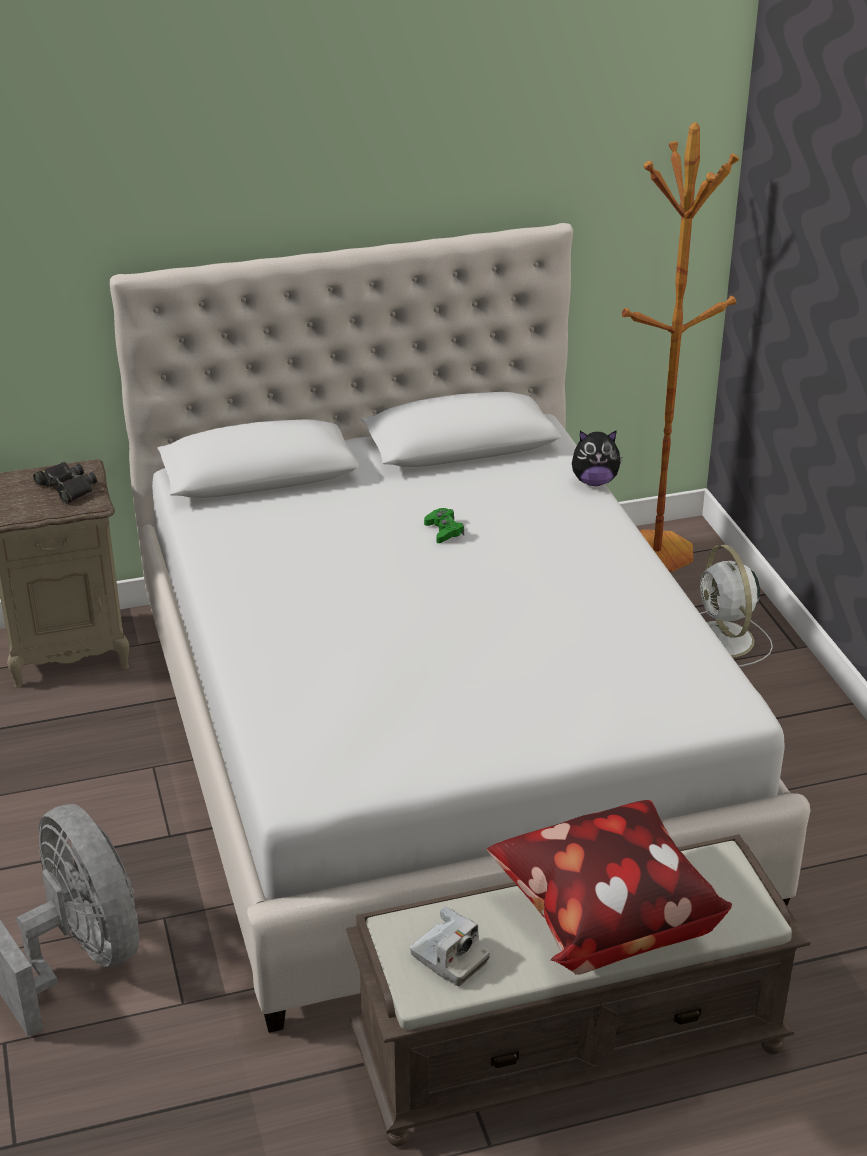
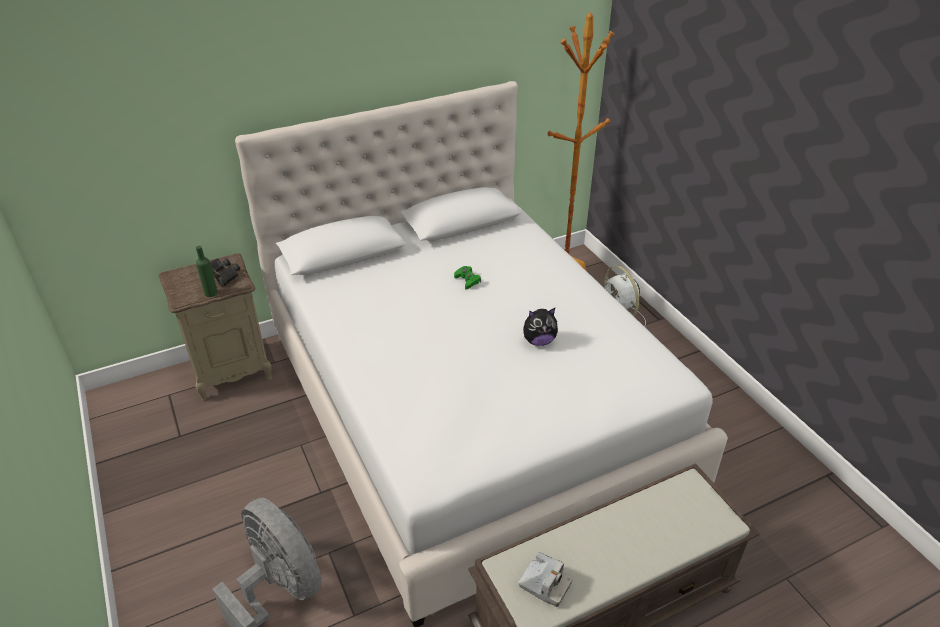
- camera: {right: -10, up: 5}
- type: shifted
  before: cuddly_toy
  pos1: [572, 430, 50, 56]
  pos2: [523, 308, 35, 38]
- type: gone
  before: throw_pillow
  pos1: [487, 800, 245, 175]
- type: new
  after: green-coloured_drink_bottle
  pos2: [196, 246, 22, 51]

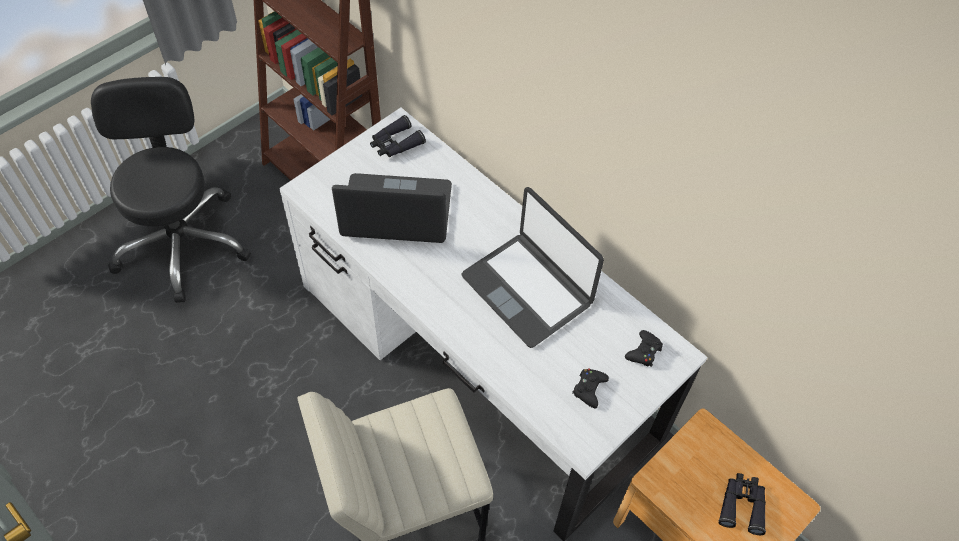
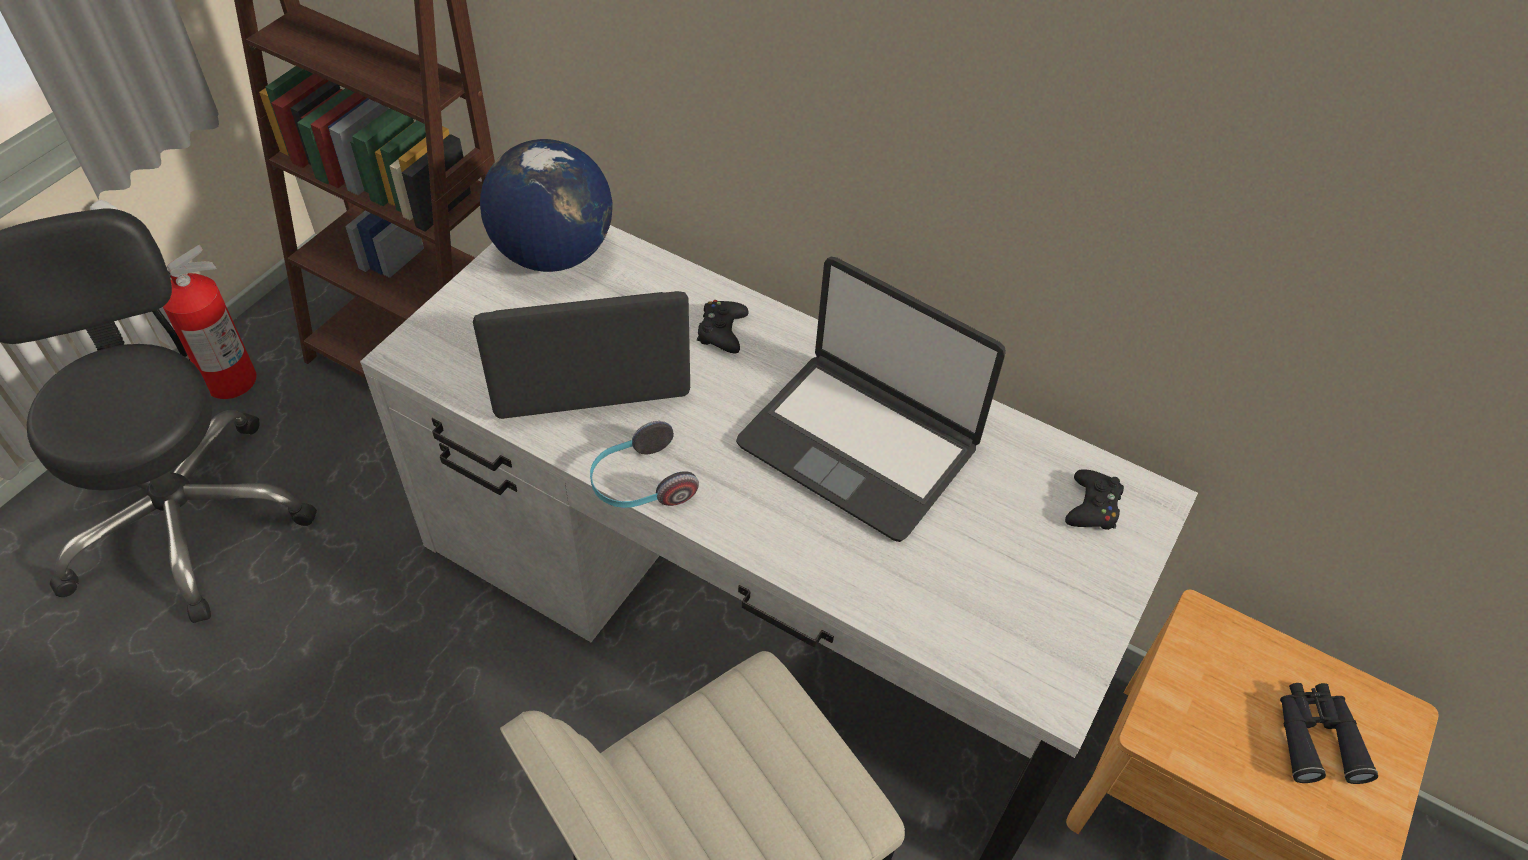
- camera: {right: -15, up: -5}
- type: swapped
  before: black-coloured_binoculars
  after: world_globe
  pos1: [370, 115, 56, 42]
  pos2: [480, 139, 133, 133]
- type: shifted
  before: black-coloured_gamepad
  pos1: [572, 368, 37, 40]
  pos2: [697, 300, 52, 54]
- type: new
  after: extinguisher
  pos2: [152, 245, 105, 154]
- type: new
  after: headphones
  pos2: [590, 421, 109, 87]

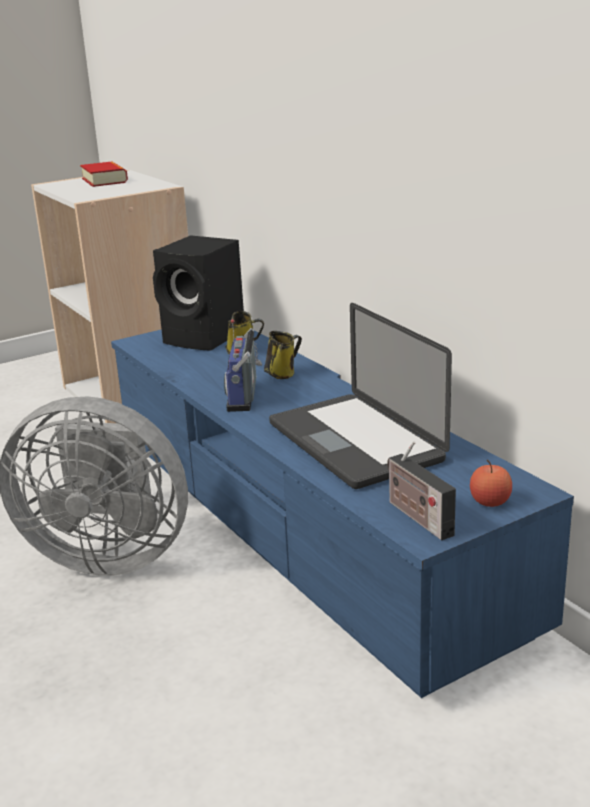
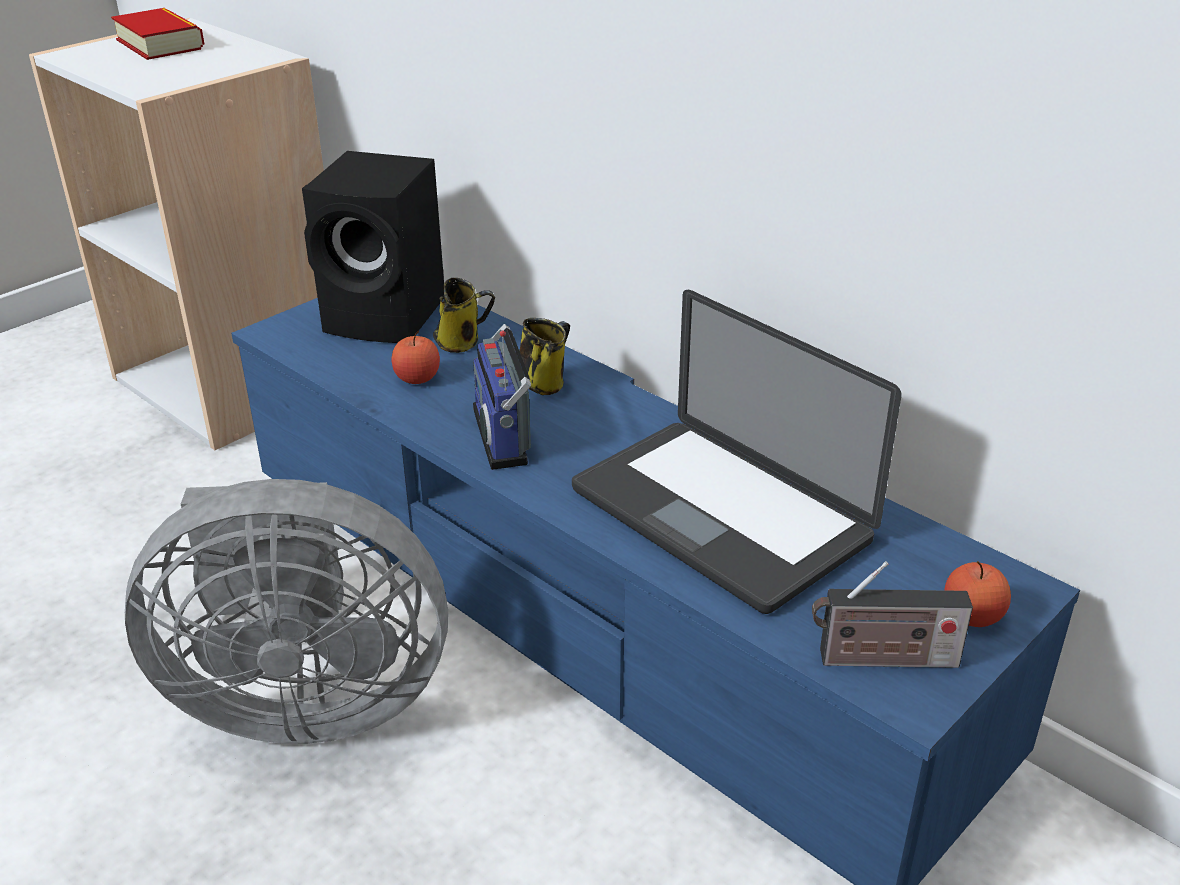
- camera: {right: -15, up: 10}
- type: rotated
  before: radio_set
  pos1: [387, 441, 69, 100]
  pos2: [812, 561, 161, 107]
  turn: -45
- type: new
  after: apple_fruit
  pos2: [392, 331, 48, 53]

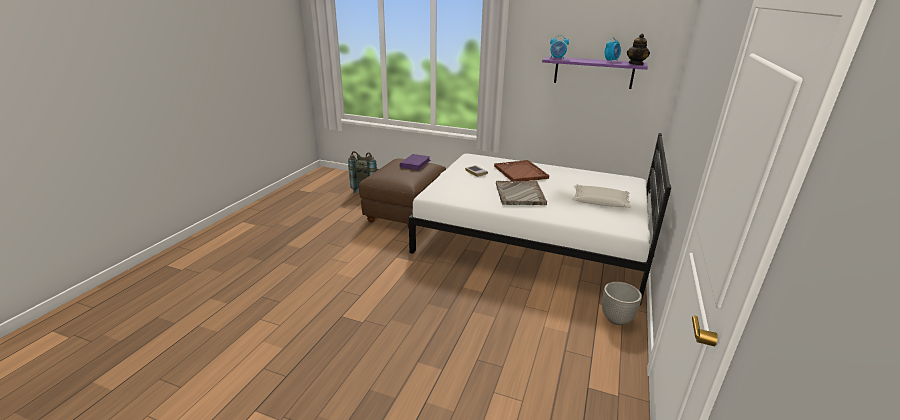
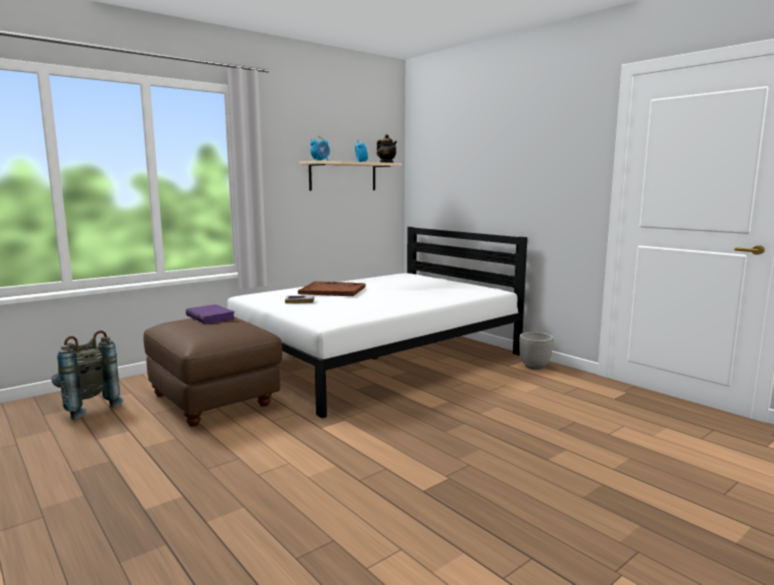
- camera: {right: -60, up: -15}
- type: repainted
  before: purple_wall_shelf
  after: beige-coloured_wall_shelf
  pos1: [542, 56, 106, 33]
  pos2: [299, 161, 103, 30]
- type: gone
  before: grey_serving_tray
  pos1: [496, 181, 51, 24]
- type: gone
  before: whitish_throw_pillow
  pos1: [572, 184, 59, 24]

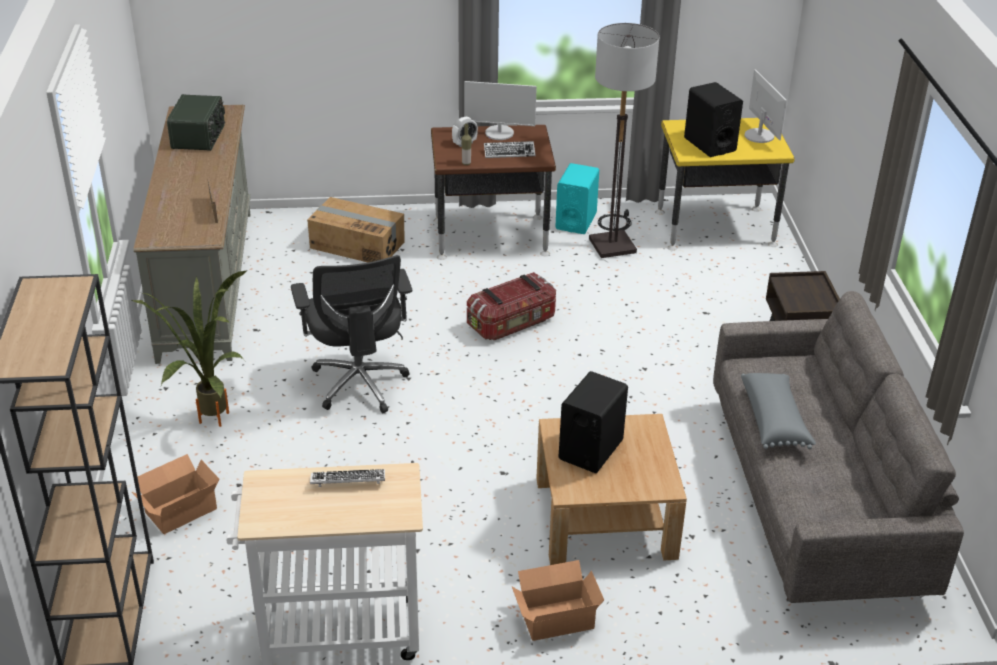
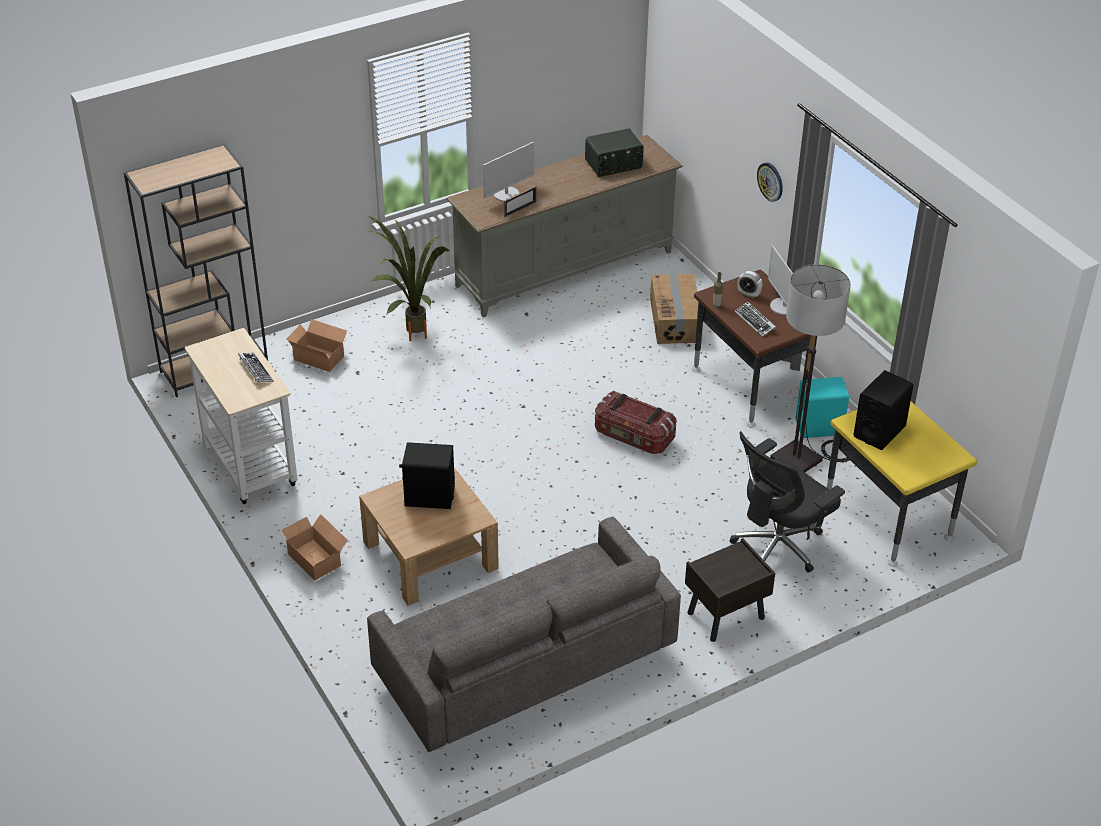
- camera: {right: 65, up: 5}
- type: shifted
  before: monitor
  pos1: [745, 69, 42, 74]
  pos2: [483, 142, 51, 60]
- type: shifted
  before: desk_chair
  pos1: [291, 255, 121, 158]
  pos2: [730, 431, 115, 142]
- type: gone
  before: grey_throw_pillow
  pos1: [741, 373, 75, 76]
- type: new
  after: clock_on_the_wall
  pos2: [757, 162, 26, 40]

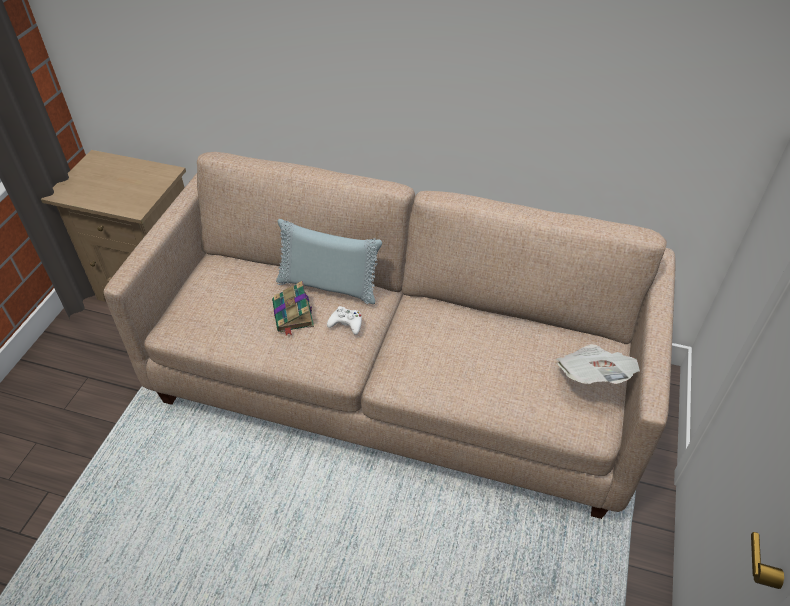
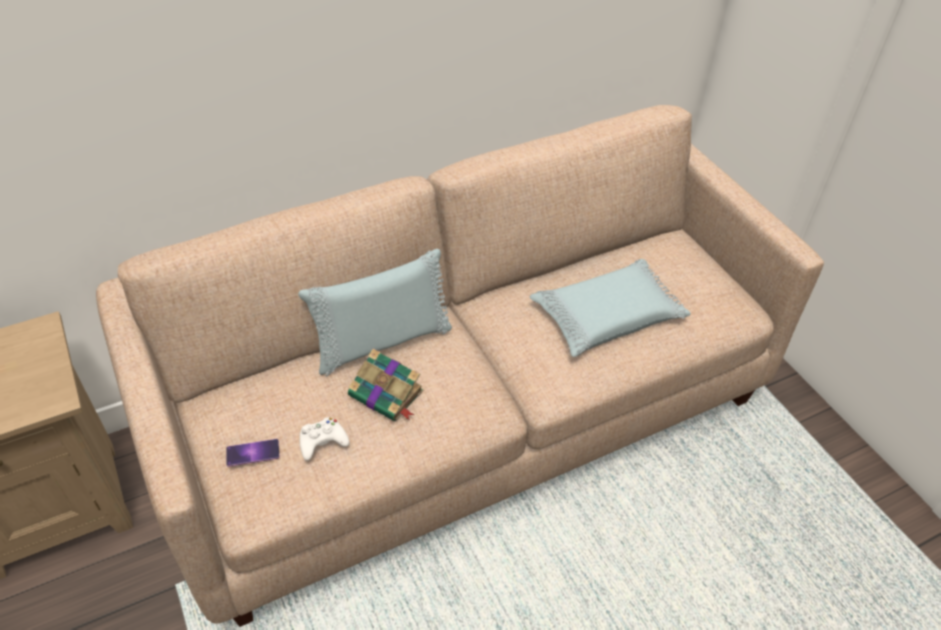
- camera: {right: -45, up: 0}
- type: shifted
  before: whitish_gamepad
  pos1: [327, 306, 35, 29]
  pos2: [299, 417, 50, 43]
- type: gone
  before: daily_paper
  pos1: [556, 344, 84, 40]
- type: new
  after: blue_throw_pillow
  pos2: [530, 259, 161, 98]
- type: new
  after: phone
  pos2: [226, 439, 54, 28]

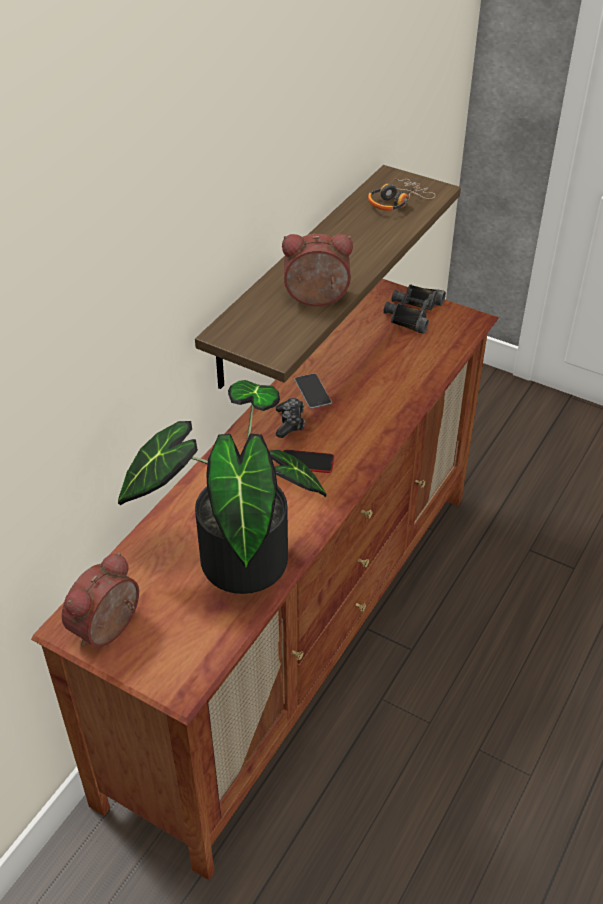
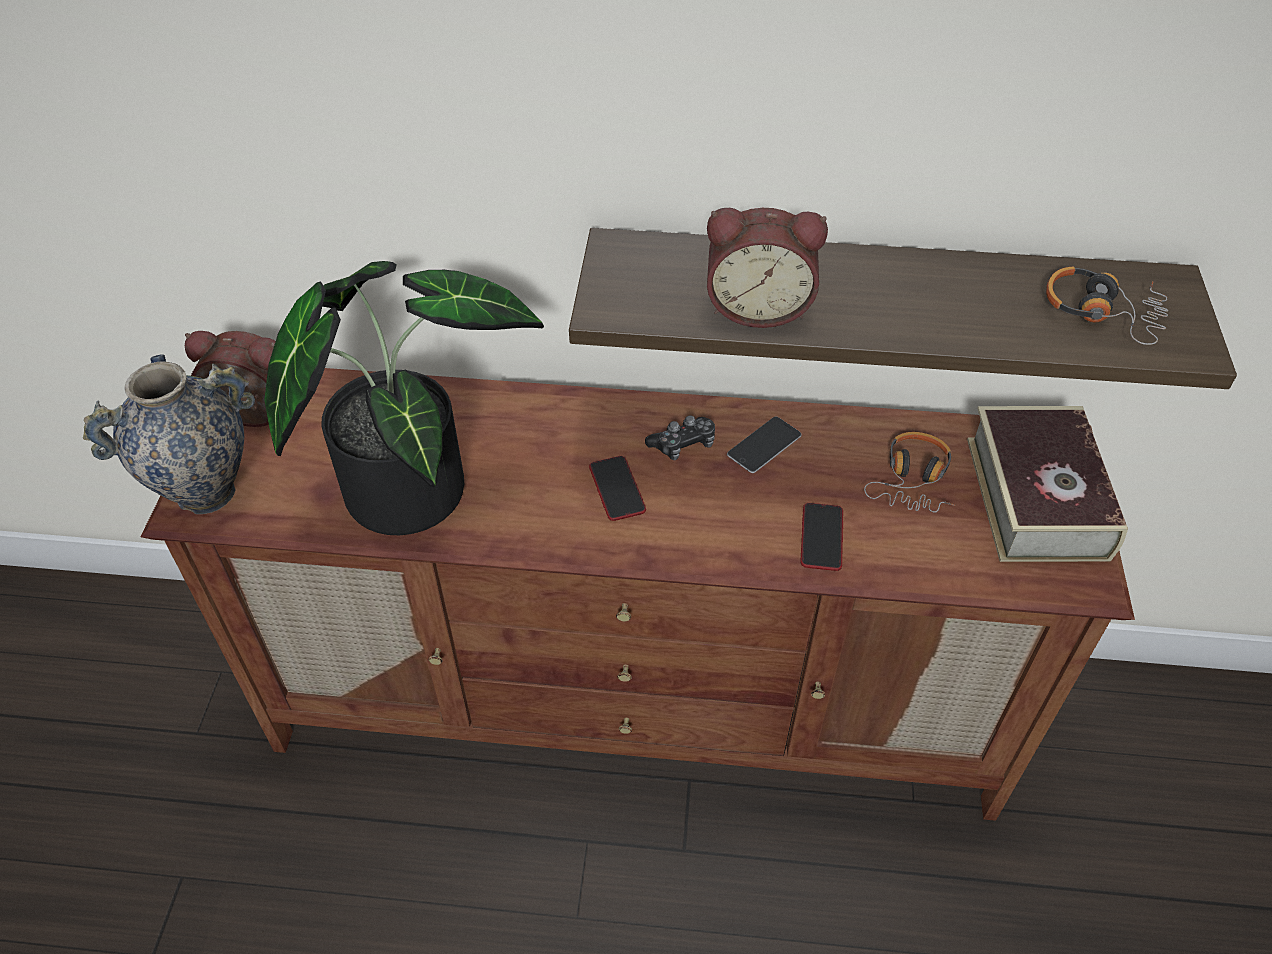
- camera: {right: 65, up: 5}
- type: rotated
  before: alarm_clock
  pos1: [282, 234, 71, 72]
  pos2: [707, 208, 121, 120]
  turn: 120
- type: swapped
  before: black-coloured_binoculars
  after: bound_book
  pos1: [384, 284, 62, 50]
  pos2: [967, 406, 161, 156]
- type: new
  after: vase
  pos2: [83, 354, 172, 160]
- type: new
  after: headphones
  pos2: [864, 432, 91, 80]
- type: new
  after: phone
  pos2: [800, 503, 43, 68]

